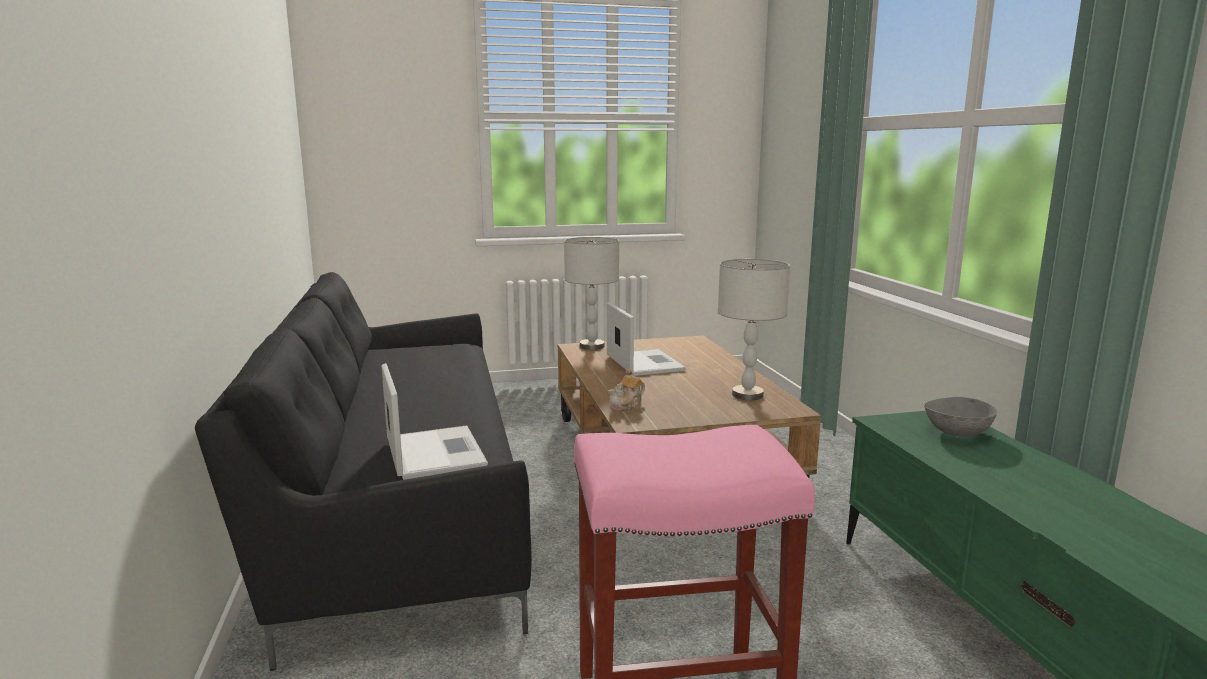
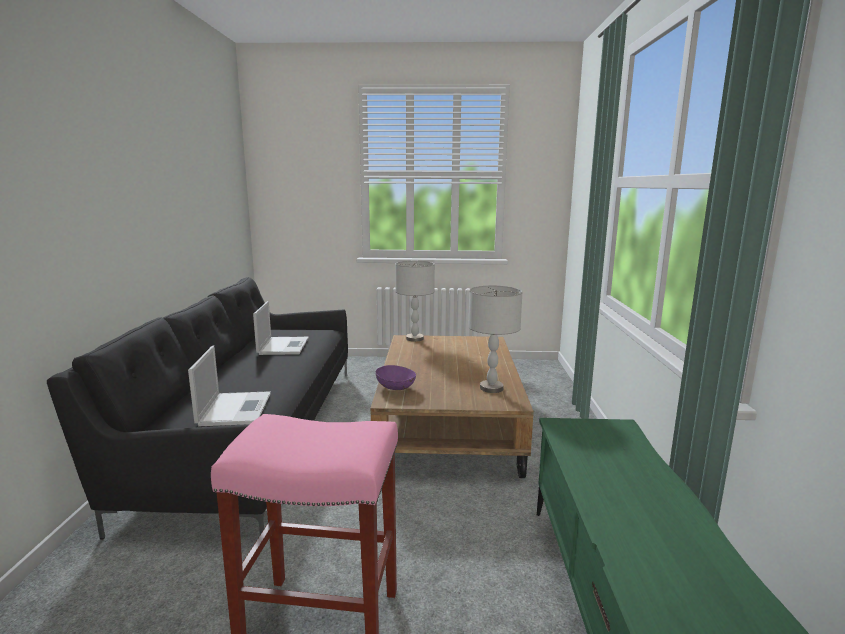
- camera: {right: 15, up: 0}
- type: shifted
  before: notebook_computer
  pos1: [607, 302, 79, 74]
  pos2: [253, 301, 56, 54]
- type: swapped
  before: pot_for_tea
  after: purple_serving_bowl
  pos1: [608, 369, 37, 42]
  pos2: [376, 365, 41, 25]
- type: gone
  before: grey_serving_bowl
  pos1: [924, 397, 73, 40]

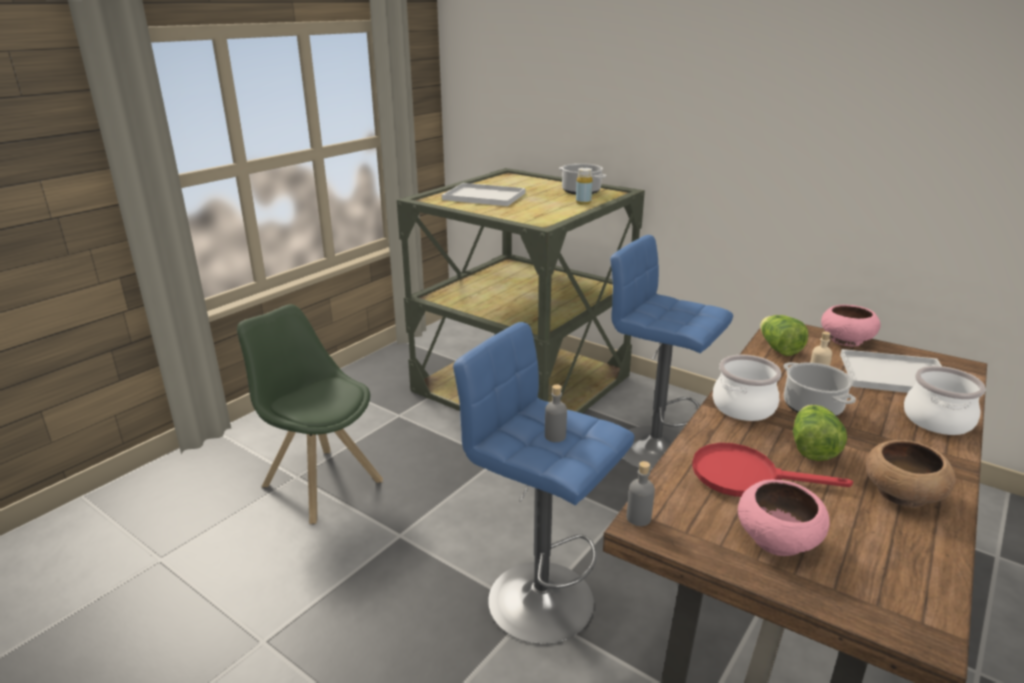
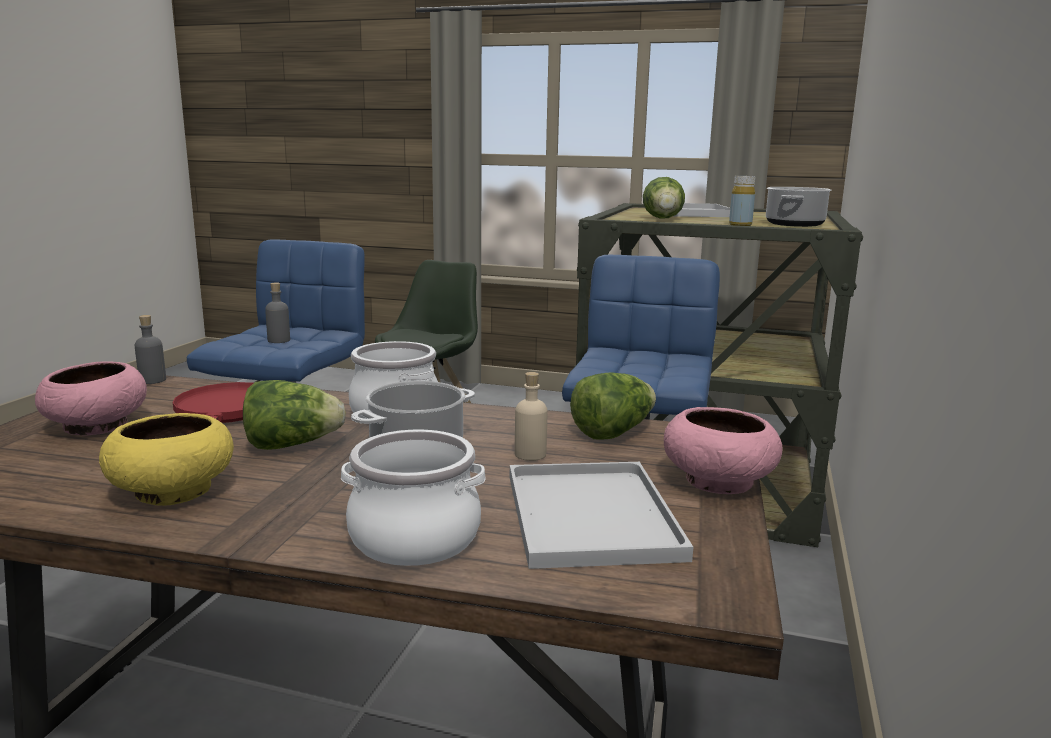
- camera: {right: 70, up: -10}
- type: repainted
  before: brown-coloured_serving_bowl
  after: yellowish_serving_bowl
  pos1: [866, 440, 90, 68]
  pos2: [99, 413, 135, 93]
- type: new
  after: lettuce
  pos2: [643, 177, 42, 42]

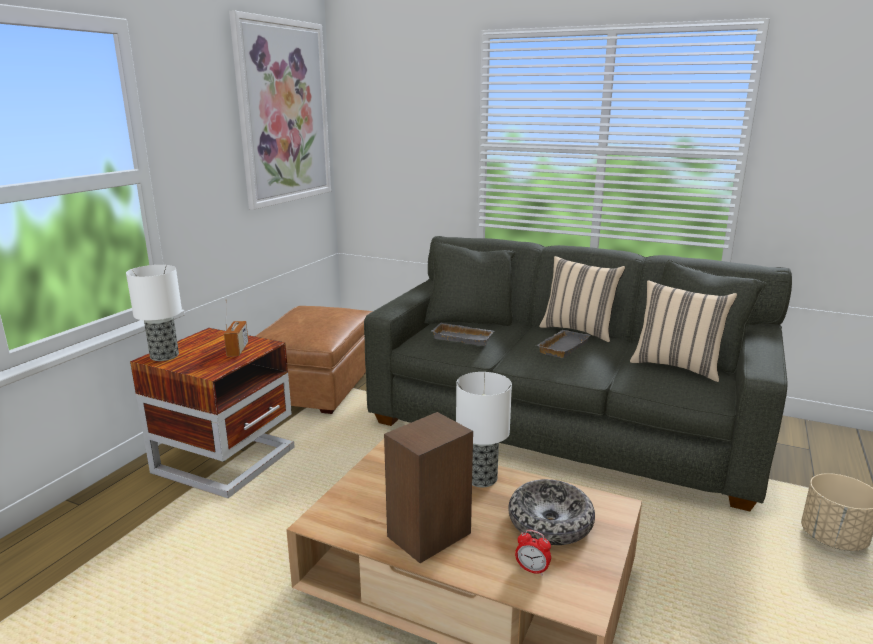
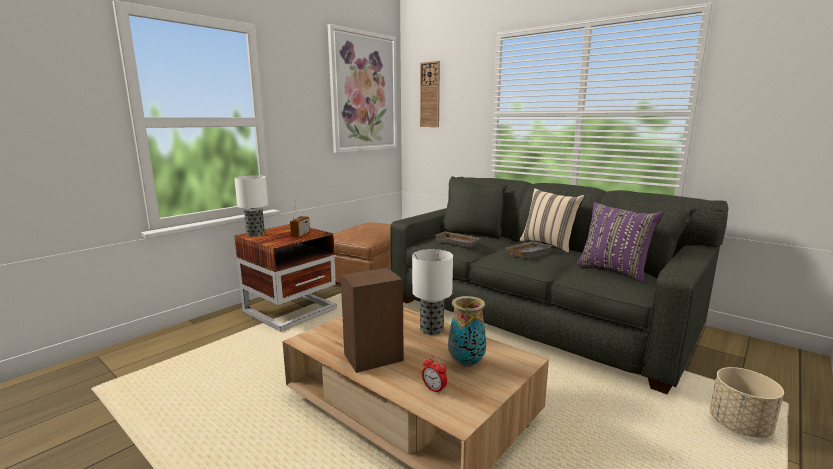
- camera: {right: 15, up: -5}
- type: repainted
  before: beige-coloured_throw_pillow
  after: purple_throw_pillow
  pos1: [630, 280, 107, 102]
  pos2: [576, 202, 88, 81]
- type: swapped
  before: serving_bowl
  after: vase
  pos1: [508, 479, 87, 66]
  pos2: [448, 296, 38, 71]
- type: new
  after: clock_on_the_wall
  pos2: [420, 61, 20, 66]

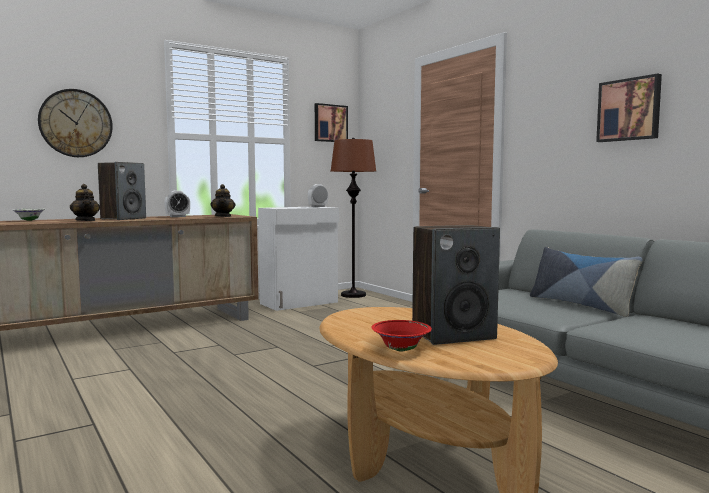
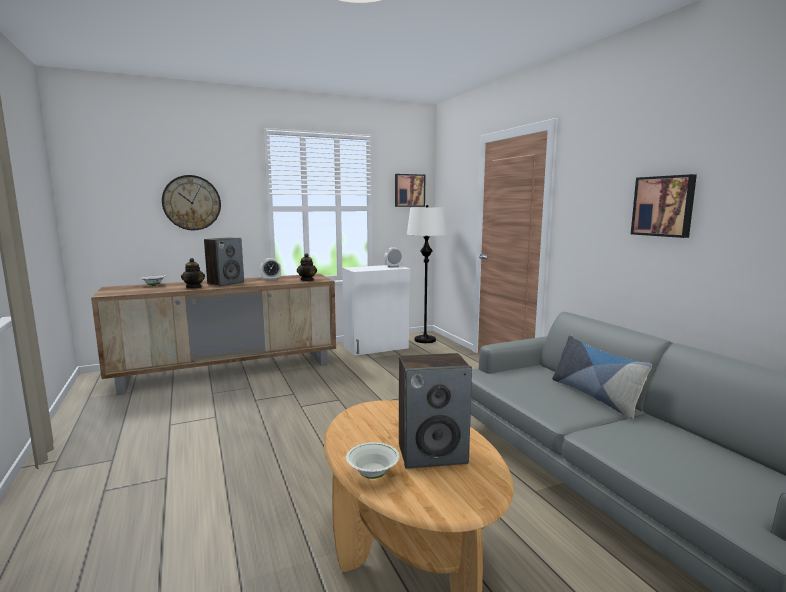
- camera: {right: 10, up: 5}
- type: repainted
  before: brown-coloured_standing_lamp
  after: whitish_standing_lamp
  pos1: [331, 138, 45, 160]
  pos2: [407, 205, 40, 138]
- type: repainted
  before: reddish_serving_bowl
  after: whitish_serving_bowl
  pos1: [371, 320, 61, 31]
  pos2: [346, 442, 53, 37]

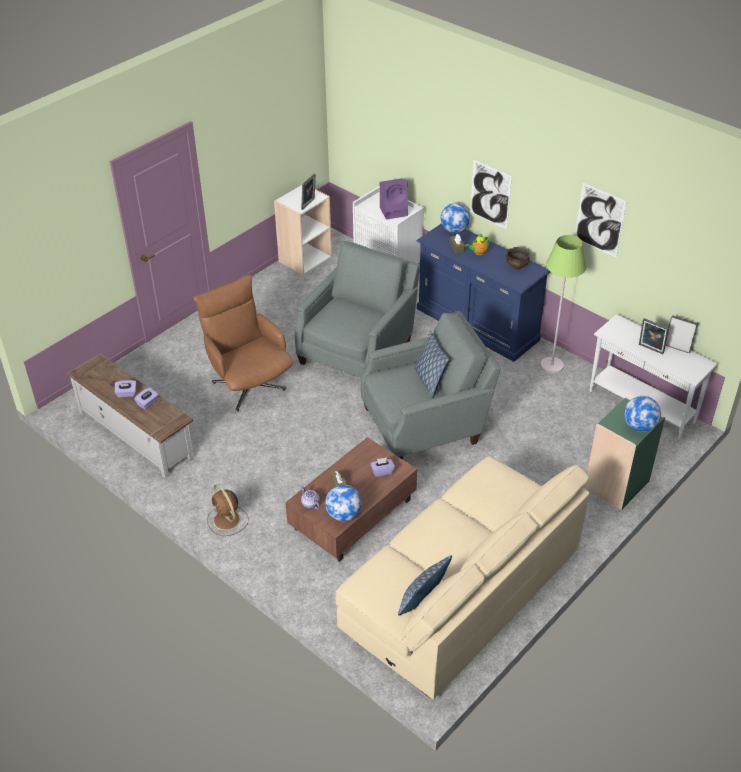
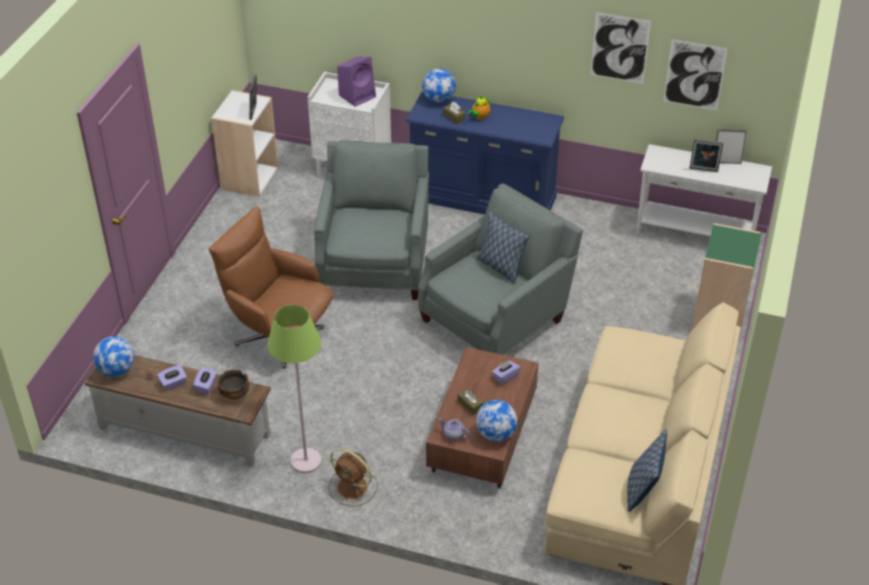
- camera: {right: -25, up: 0}
- type: shifted
  before: picture
  pos1: [470, 160, 42, 70]
  pos2: [663, 39, 65, 72]
- type: shifted
  before: green-coloured_standing_lamp
  pos1: [540, 235, 47, 138]
  pos2: [268, 305, 54, 168]
- type: shifted
  before: serving_bowl
  pos1: [506, 247, 24, 22]
  pos2: [217, 370, 32, 30]
- type: shifted
  before: world_globe
  pos1: [624, 396, 37, 36]
  pos2: [93, 336, 42, 41]

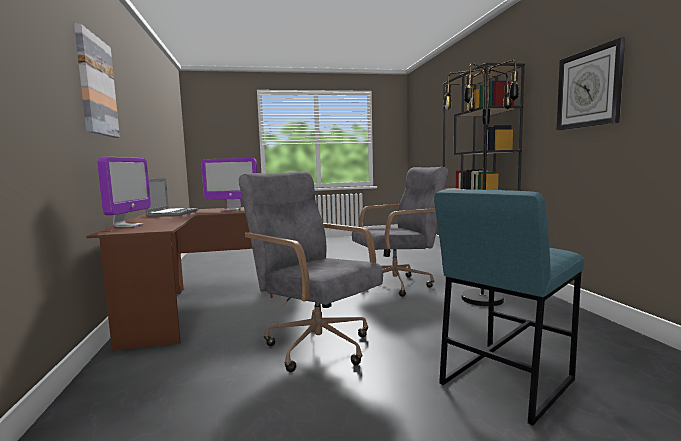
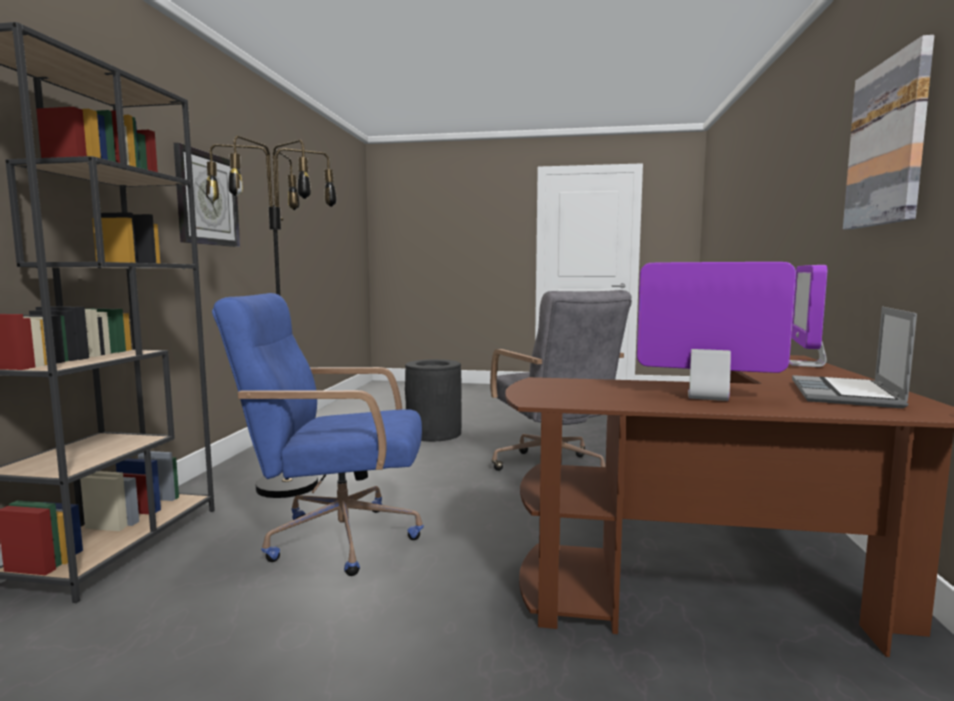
- camera: {right: -160, up: 0}
- type: repainted
  before: grey_desk_chair
  after: blue_desk_chair
  pos1: [352, 167, 97, 130]
  pos2: [212, 293, 212, 283]
- type: swapped
  before: blue_stool_seat
  after: black-coloured_waste_bin
  pos1: [434, 189, 150, 237]
  pos2: [405, 359, 57, 82]

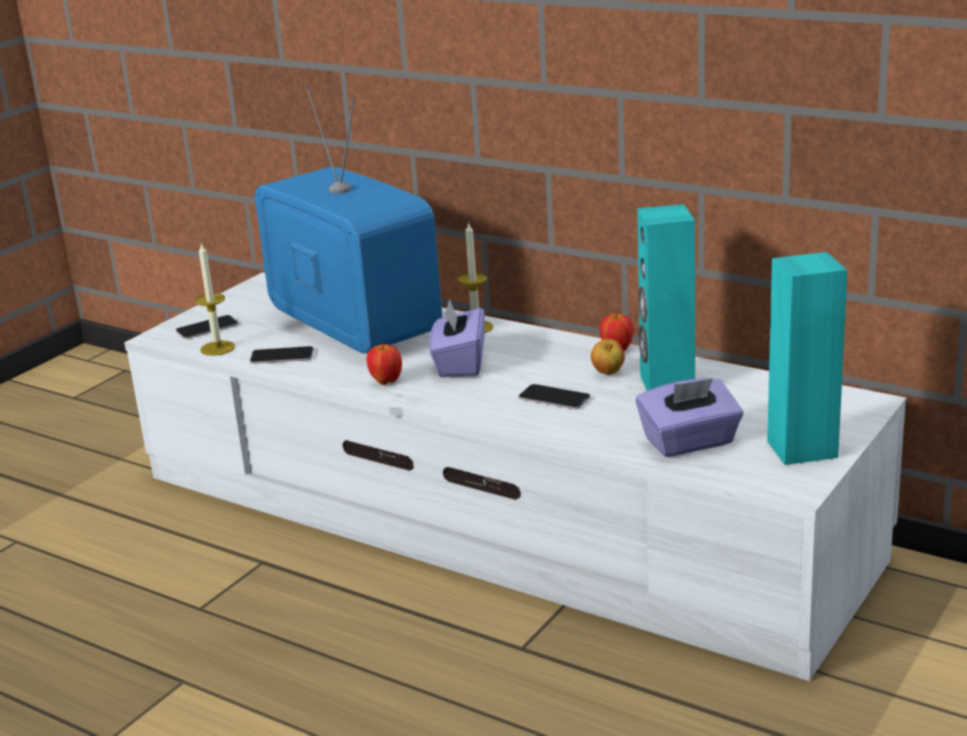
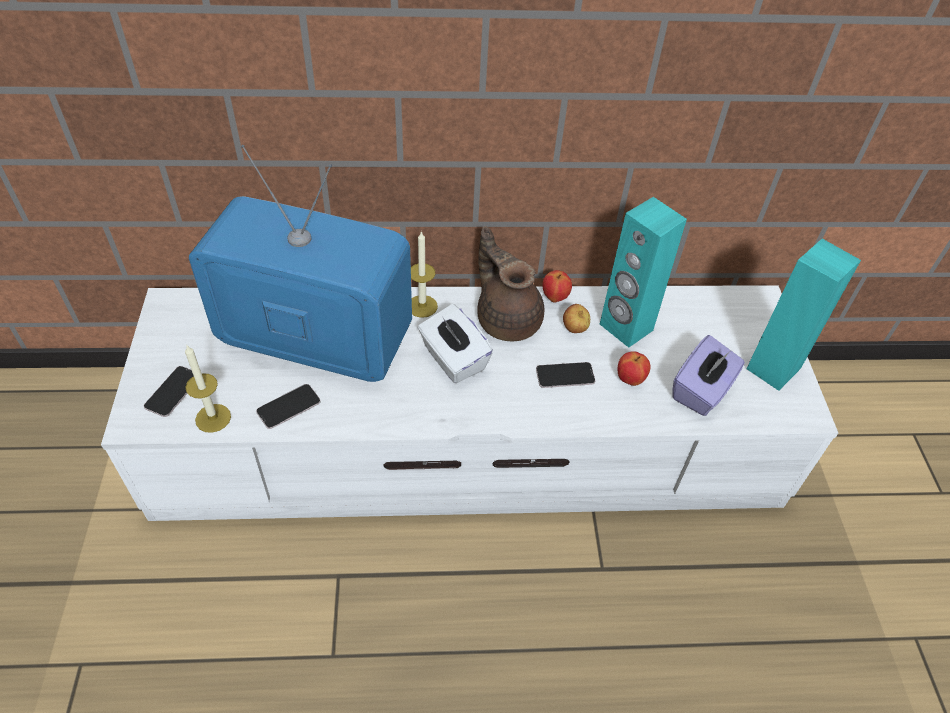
- camera: {right: -40, up: 25}
- type: repainted
  before: purple_tissue_holder
  after: whitish_tissue_holder
  pos1: [429, 299, 56, 78]
  pos2: [418, 304, 75, 79]
- type: shifted
  before: apple_fruit
  pos1: [367, 343, 35, 42]
  pos2: [618, 351, 33, 35]
- type: new
  after: brown-coloured_pot_for_tea
  pos2: [477, 226, 67, 115]

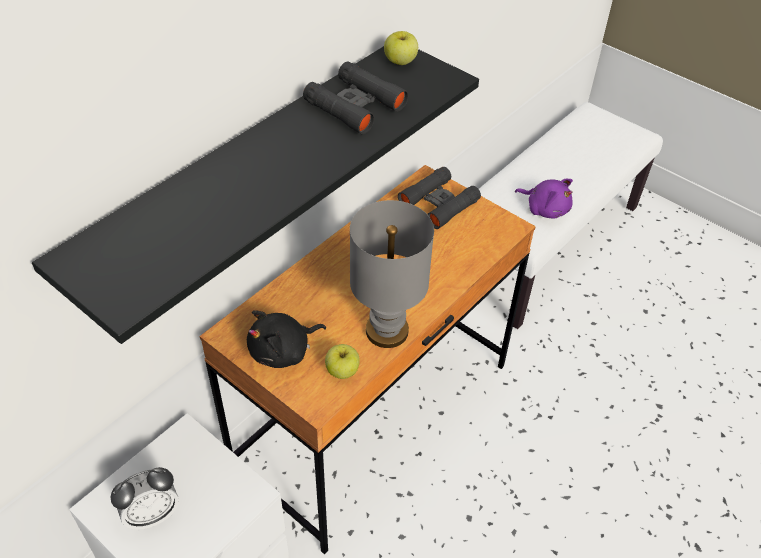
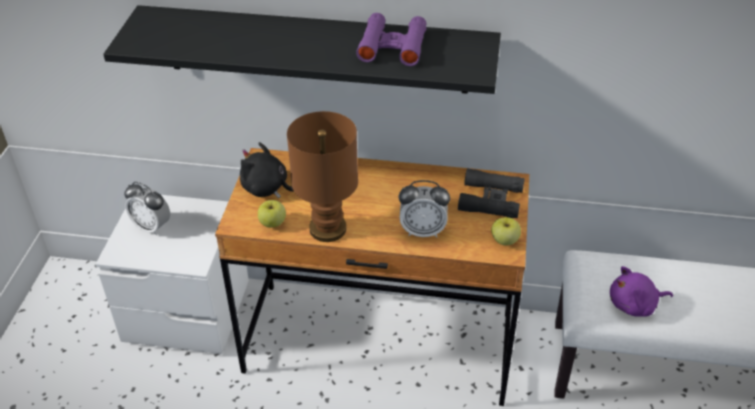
- camera: {right: 60, up: -5}
- type: shifted
  before: apple_fruit
  pos1: [384, 31, 34, 34]
  pos2: [491, 217, 30, 29]
- type: repainted
  before: black-coloured_binoculars
  after: purple_binoculars
  pos1: [303, 62, 105, 72]
  pos2: [356, 13, 70, 53]
- type: rotated
  before: purple_cuddly_toy
  pos1: [515, 179, 58, 40]
  pos2: [610, 266, 63, 51]
  turn: 75
- type: repainted
  before: grey_table_lamp
  after: brown-coloured_table_lamp
  pos1: [350, 200, 84, 148]
  pos2: [287, 111, 71, 131]
- type: new
  after: alarm_clock
  pos2: [398, 180, 52, 57]

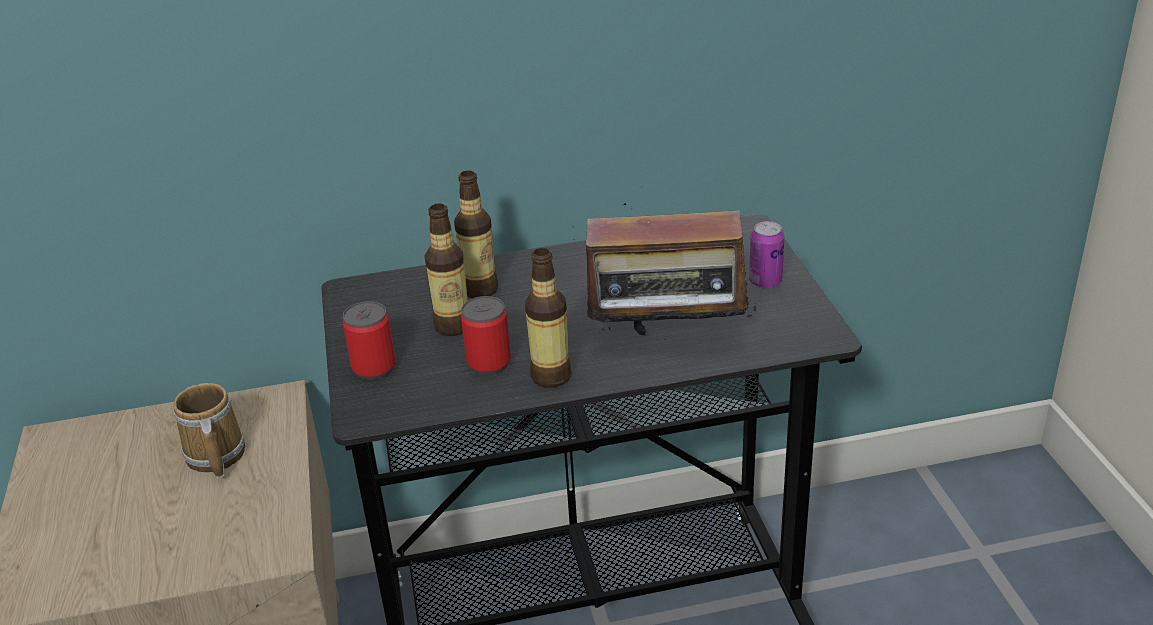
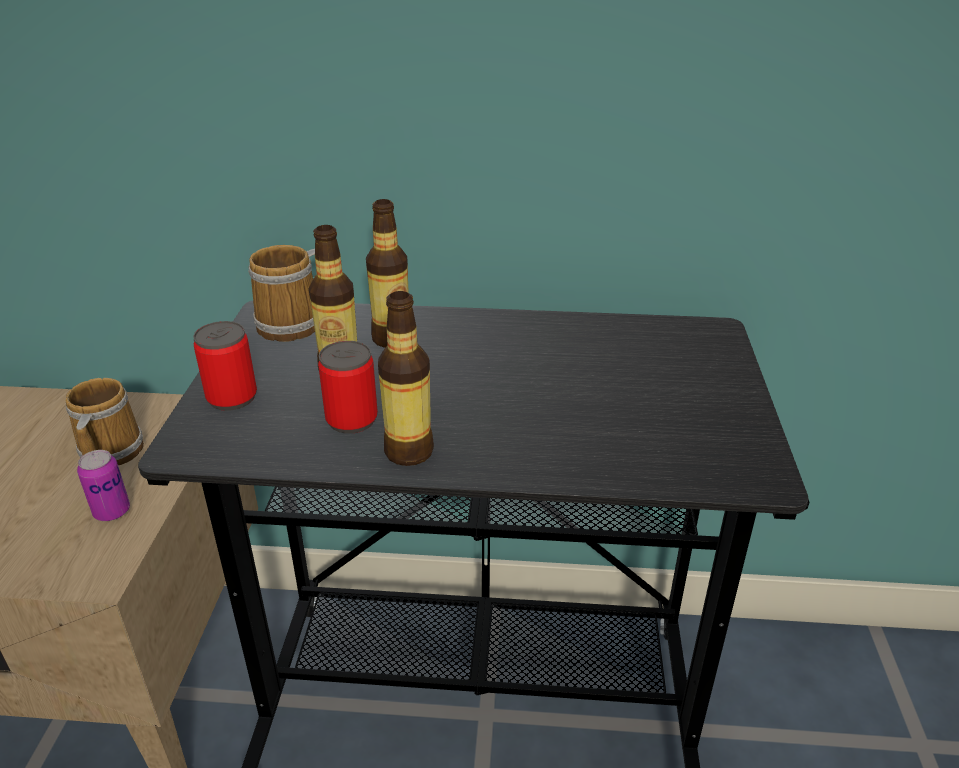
- camera: {right: 15, up: 0}
- type: gone
  before: radio_set
  pos1: [573, 203, 184, 137]
- type: shifted
  before: sealed_can
  pos1: [749, 221, 35, 68]
  pos2: [77, 450, 53, 71]
- type: new
  after: mug
  pos2: [248, 245, 67, 97]

